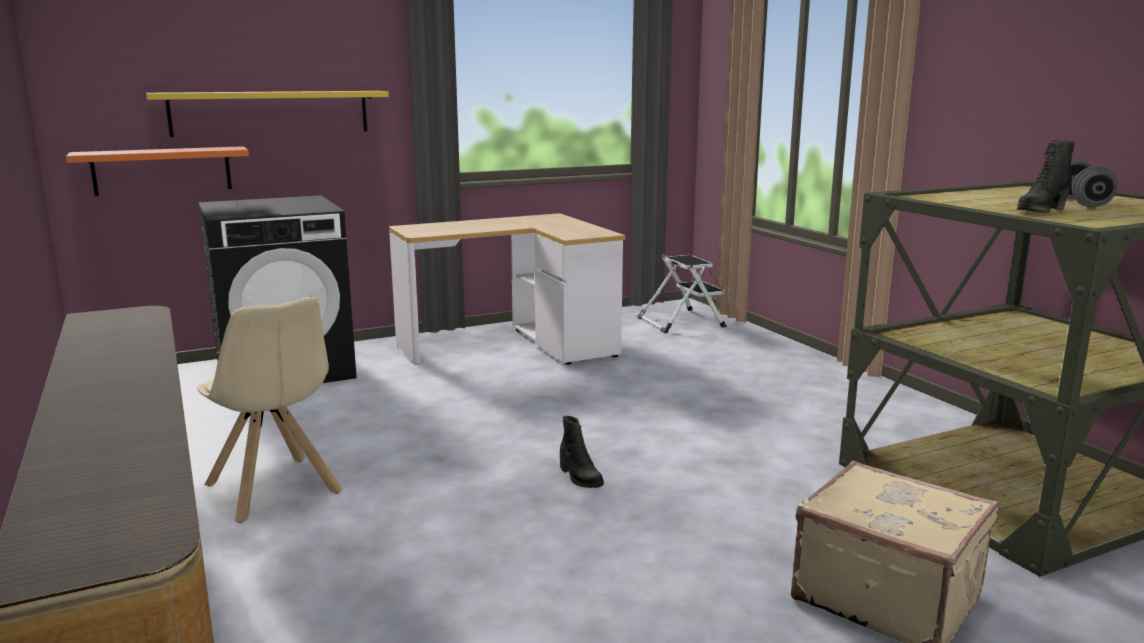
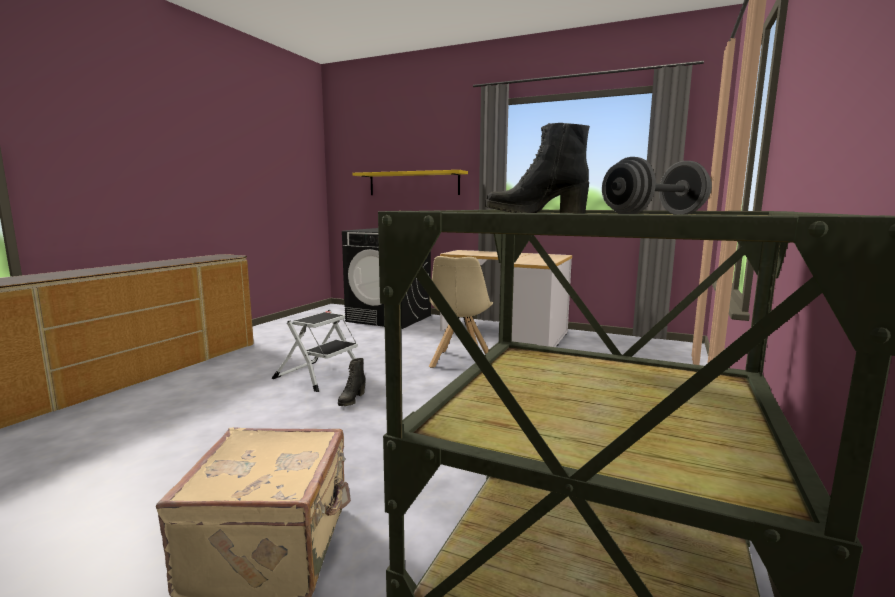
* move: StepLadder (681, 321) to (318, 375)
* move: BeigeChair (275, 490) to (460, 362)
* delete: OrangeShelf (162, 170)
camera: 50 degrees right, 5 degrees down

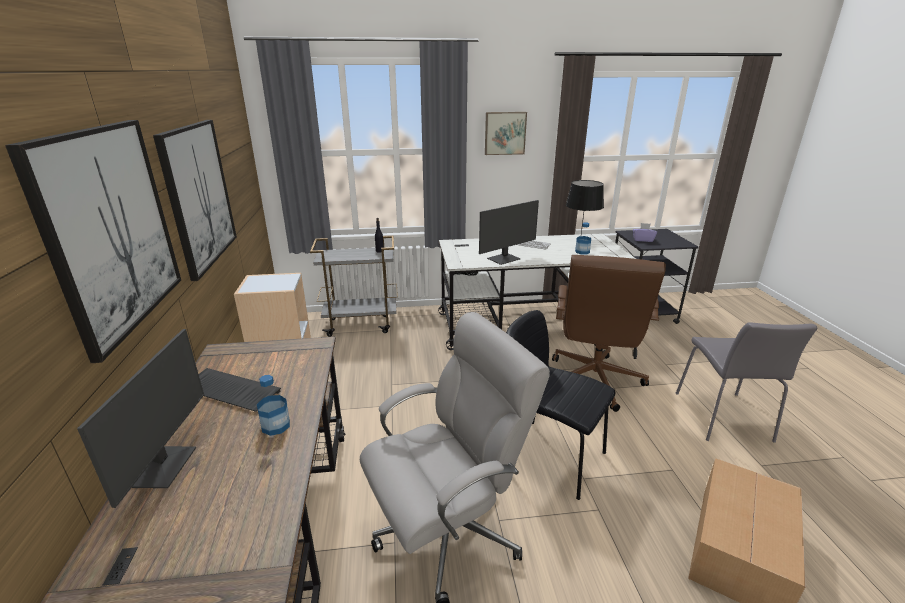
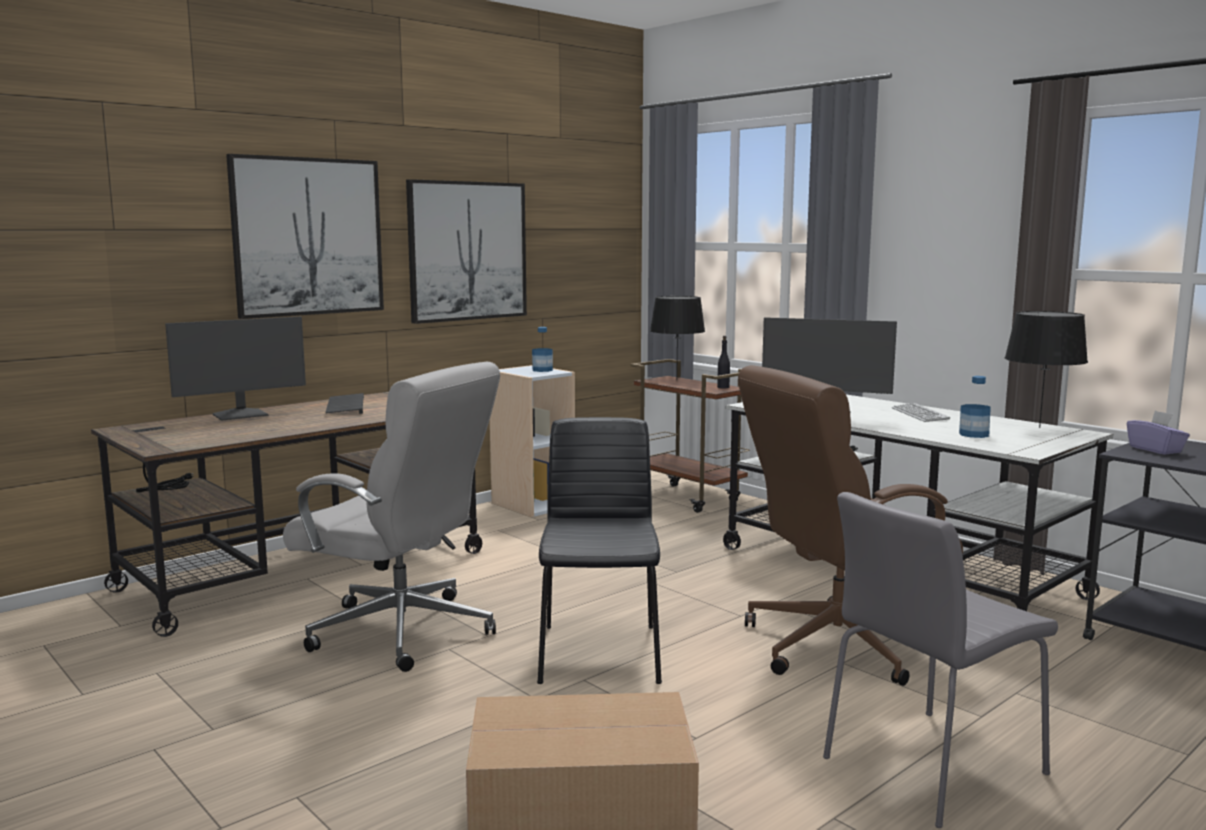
* move: Bottle (276, 426) to (542, 370)
* recolor: GreyCart (362, 325) to BrownCart (688, 499)
* insert: BlackTableLamp (676, 380)
* delete: Picture (504, 133)
camera: 55 degrees right, 15 degrees down

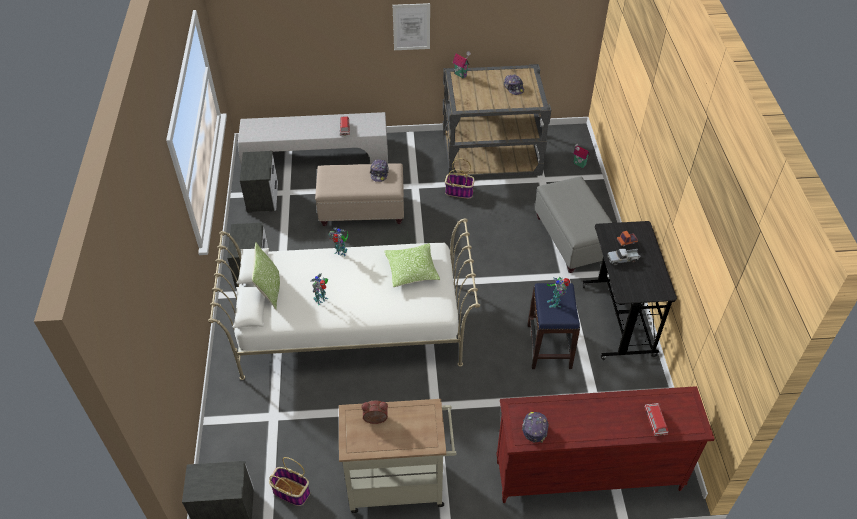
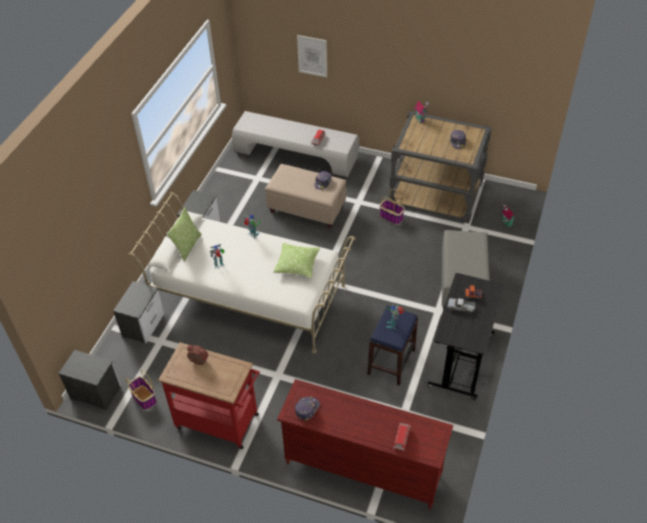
* move: Nightstand (263, 197) to (144, 324)
* recolor: BeigeCart (399, 485) to RedCart (220, 422)
* move: Picture (411, 27) to (312, 56)
camera: 25 degrees right, 0 degrees up

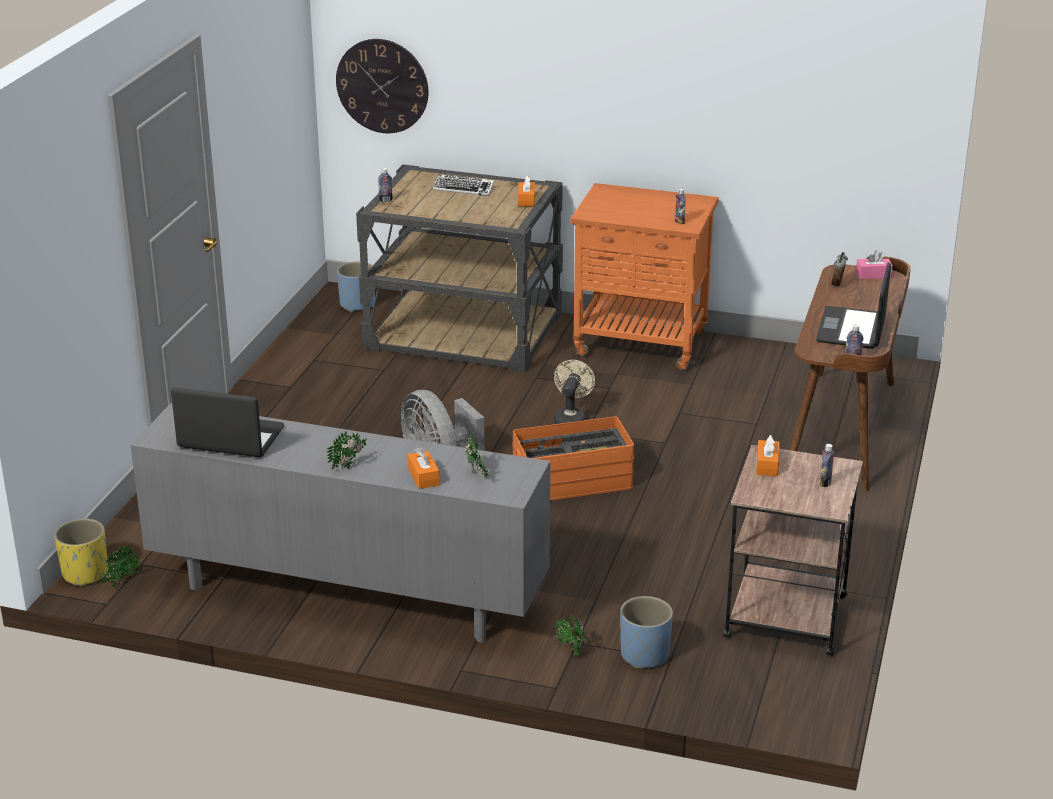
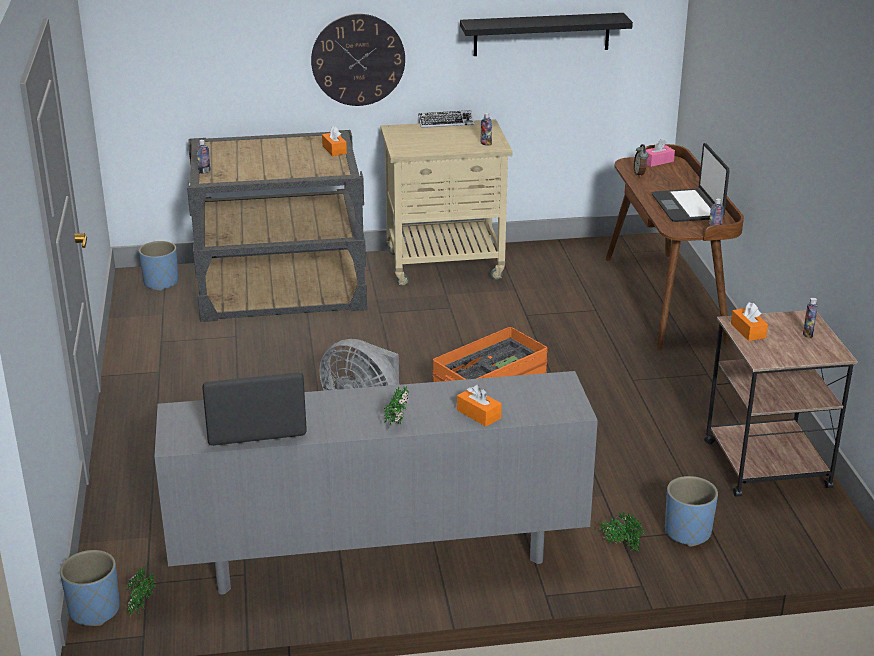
* recolor: YellowPlanter (85, 573) to BluePlanter (94, 610)
* move: WallClock (382, 86) to (358, 60)
* recolor: OrangeCart (641, 345) to BeigeCart (445, 266)
* move: Keyboard (463, 189) to (446, 123)
* insert: BlackShelf (541, 34)
* delete: PottedPlant (477, 474)
* delete: BeigeFan (571, 419)
camera: 25 degrees left, 0 degrees up

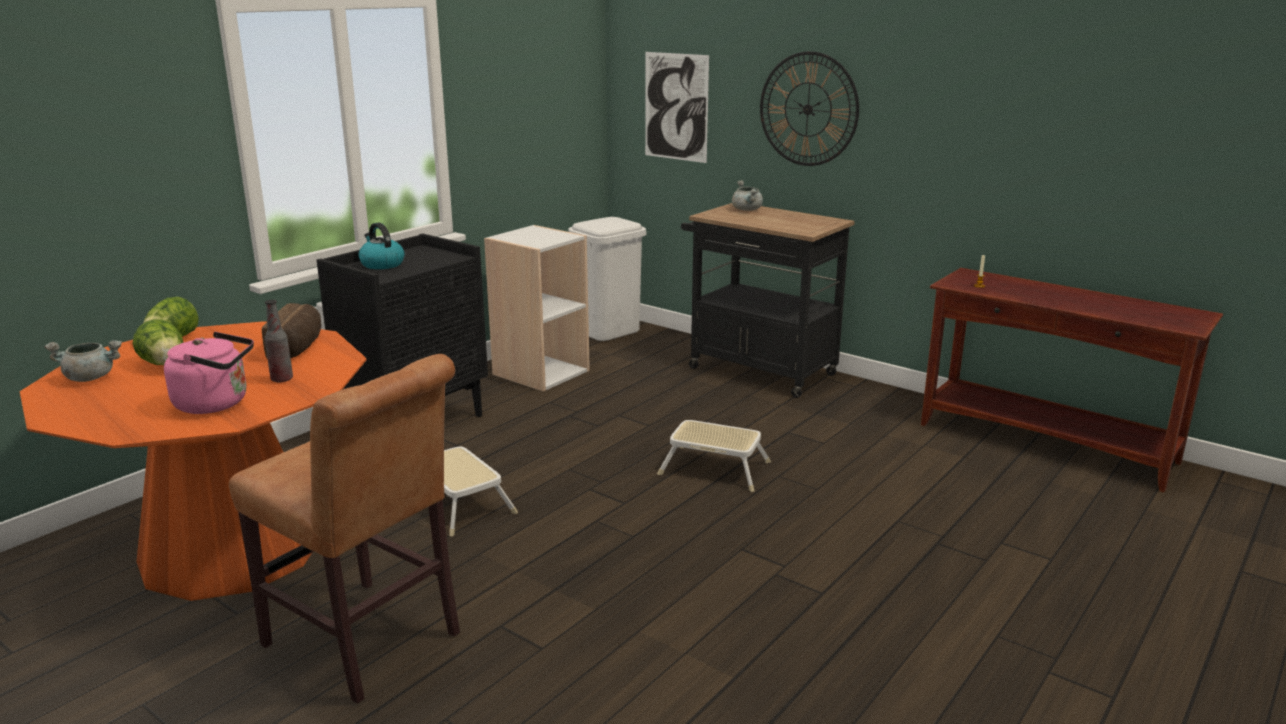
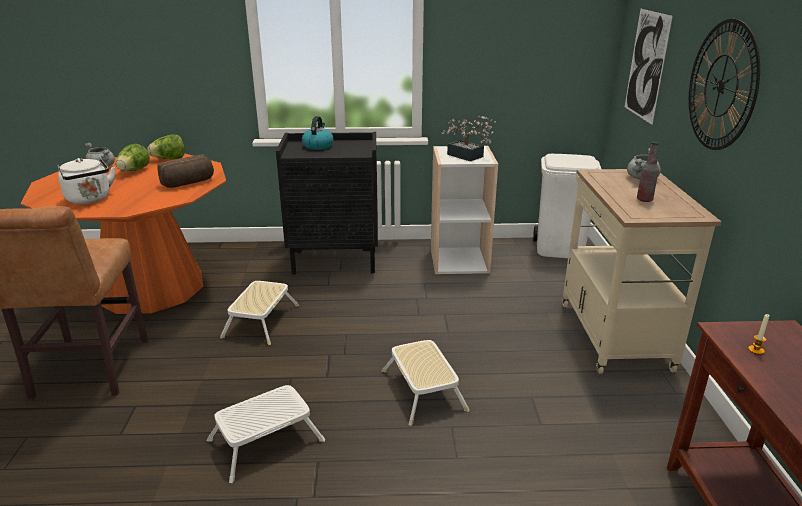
* recolor: PinkKettle (216, 403) to WhiteKettle (90, 199)
* insert: WhiteStepLadder (266, 440)
* insert: PottedPlant (468, 156)
* recolor: BlackCart (758, 370) to BeigeCart (612, 333)
* move: Bottle (282, 379) to (644, 200)
camera: 50 degrees right, 5 degrees up

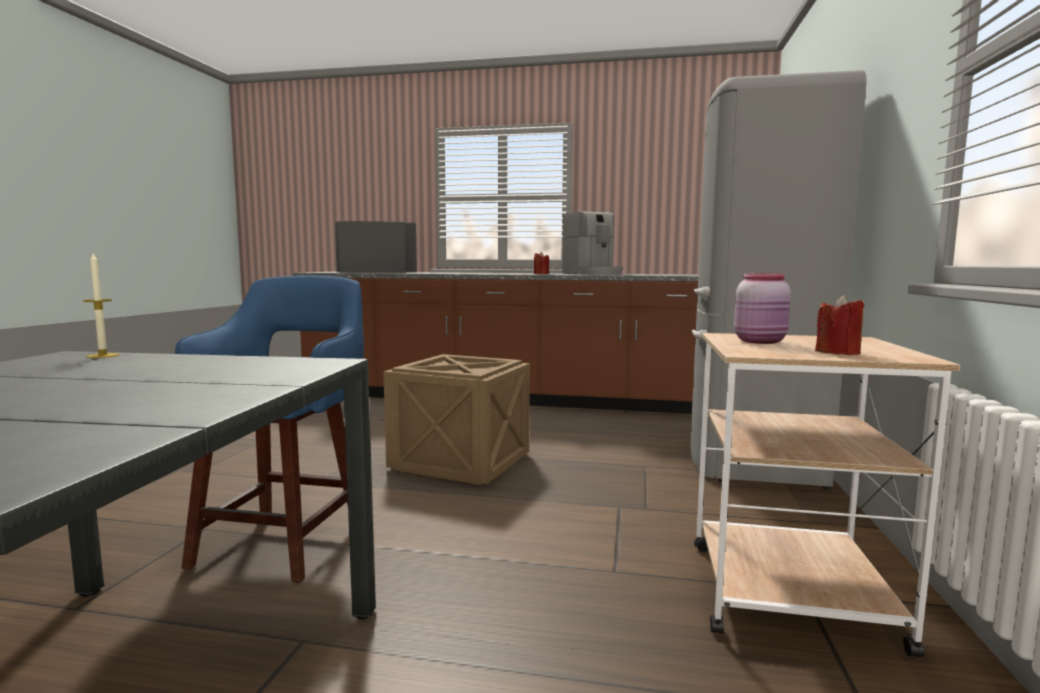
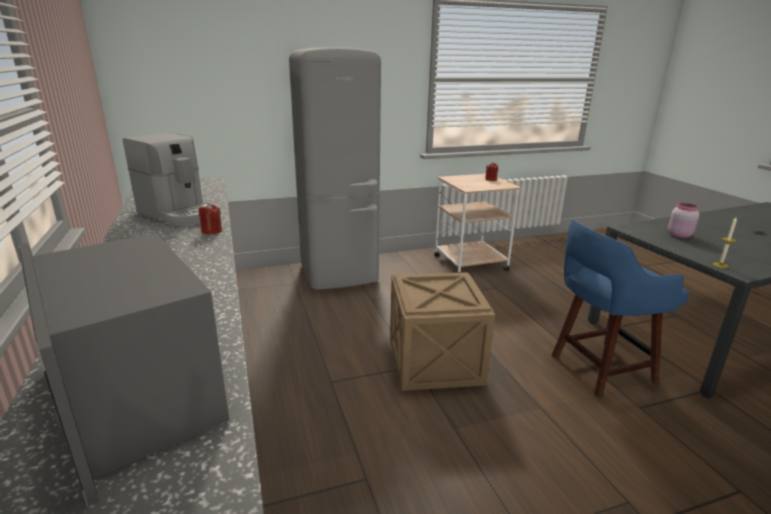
* rotate: CoffeeMachine (593, 274) = (179, 214) 90 degrees clockwise
* move: PinkJar (761, 341) to (679, 235)
camera: 120 degrees left, 15 degrees up

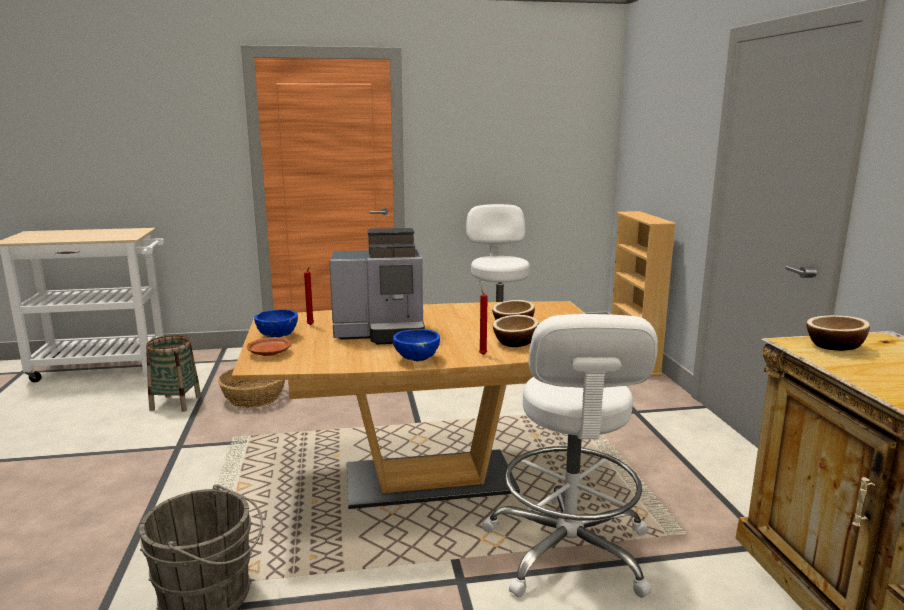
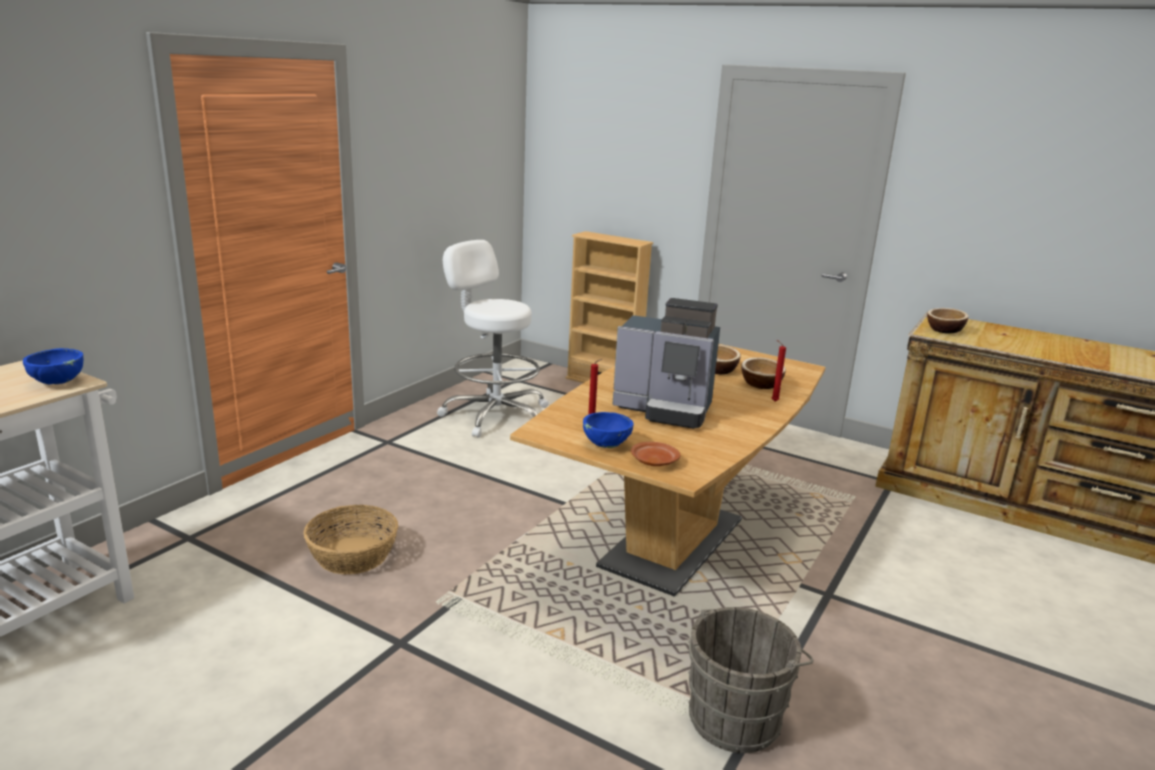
* move: BlueBowl (416, 359) to (57, 383)
* rotate: CoffeeMachine (382, 333) = (665, 409) 75 degrees clockwise
* delete: Basket (176, 403)
* delete: WhiteStool (568, 552)
camera: 50 degrees left, 5 degrees up

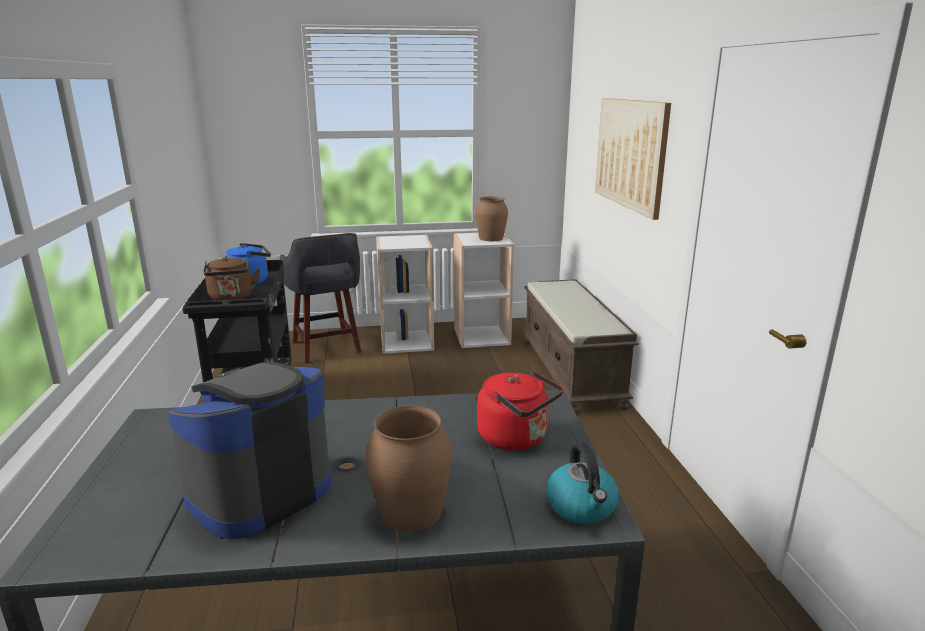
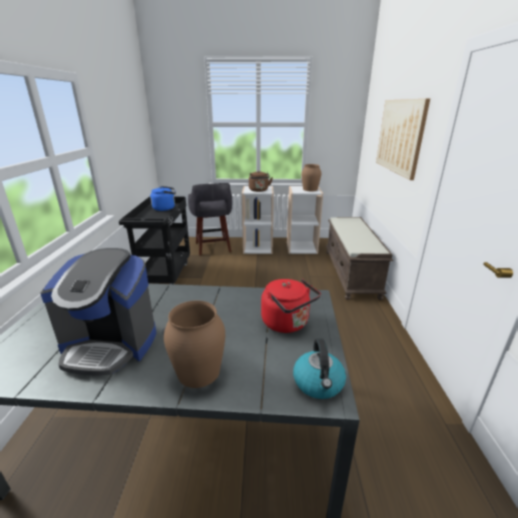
* rotate: CoffeeMachine (259, 492) = (110, 344) 135 degrees counterclockwise
* move: BrownKettle (232, 298) to (259, 190)
camera: 10 degrees right, 5 degrees up

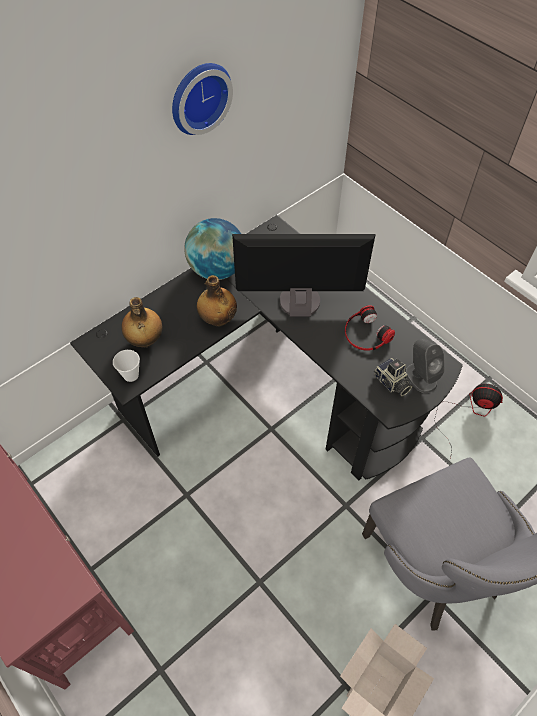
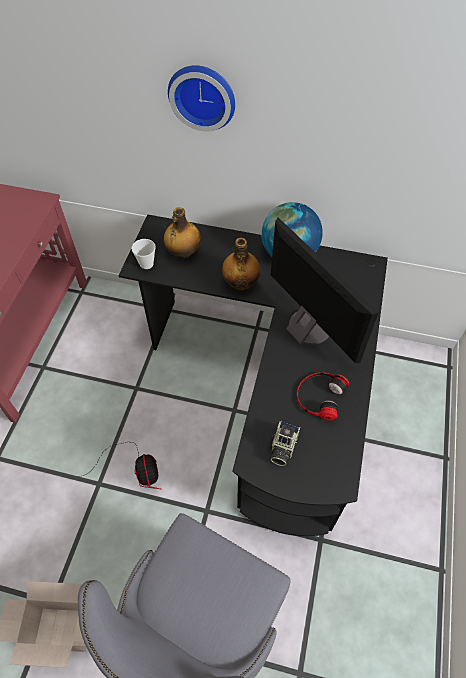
* move: Fan (468, 412) to (136, 470)
* move: WallClock (198, 97) to (203, 95)
* delete: GreySpeaker (420, 377)
camera: 55 degrees right, 0 degrees up

